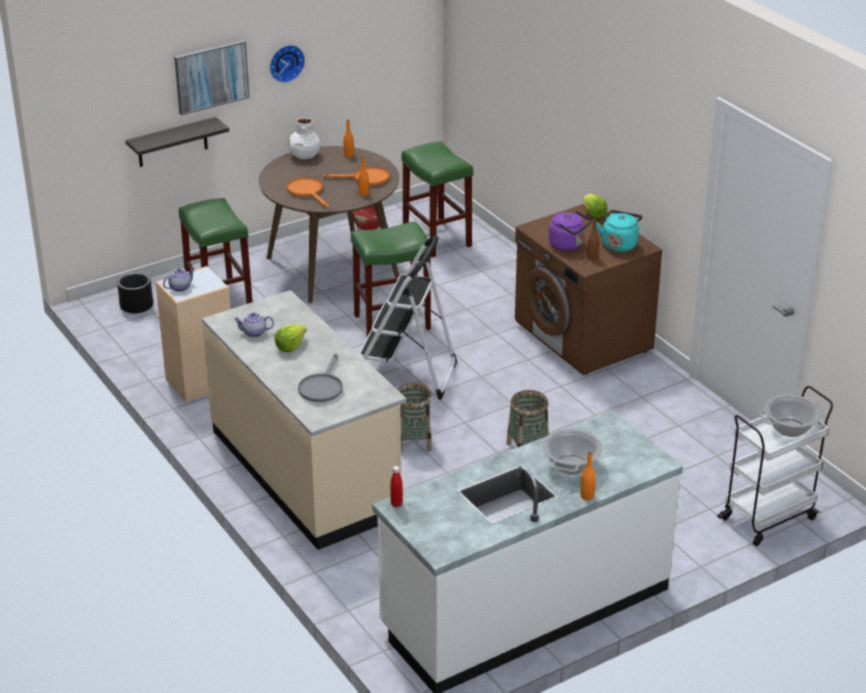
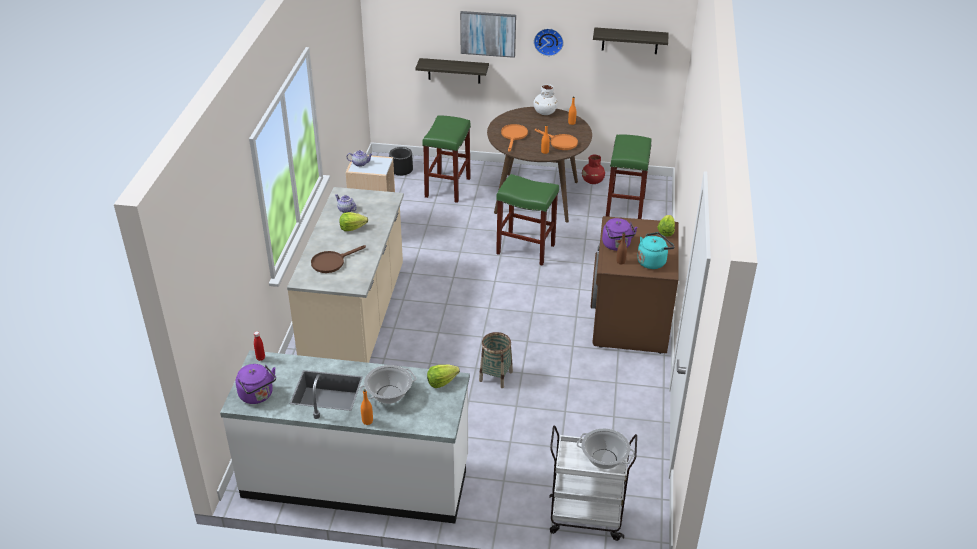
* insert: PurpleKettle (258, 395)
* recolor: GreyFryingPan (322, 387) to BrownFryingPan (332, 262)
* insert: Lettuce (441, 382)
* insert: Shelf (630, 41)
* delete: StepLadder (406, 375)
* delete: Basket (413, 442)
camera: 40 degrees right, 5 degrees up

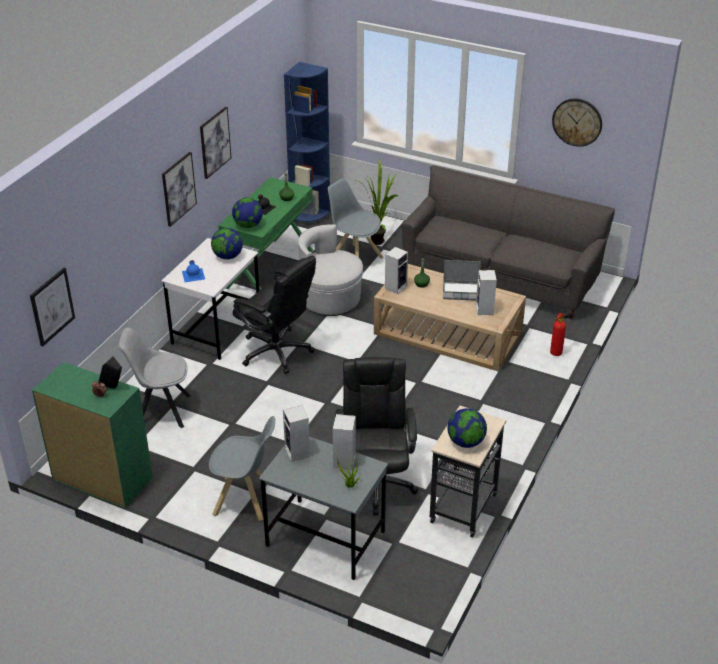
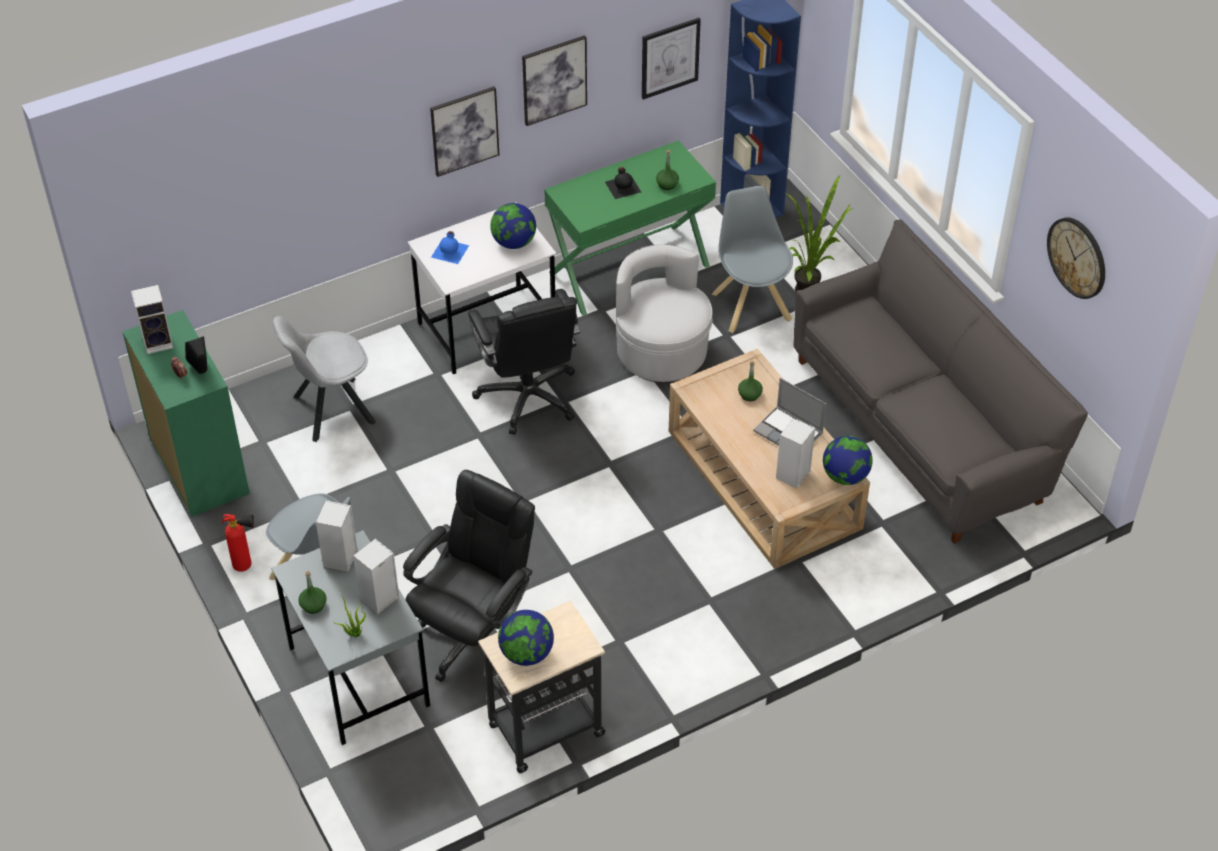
* move: Speaker (396, 286) to (159, 342)
* move: FireExtinguisher (558, 352) to (247, 565)
* rotate: GreyChair (161, 410) = (331, 410) 60 degrees counterclockwise
* insert: GreenBottle (313, 605)
* move: Picture (52, 306) to (670, 58)
* move: Globe (248, 225) to (845, 476)
camera: 35 degrees right, 10 degrees up

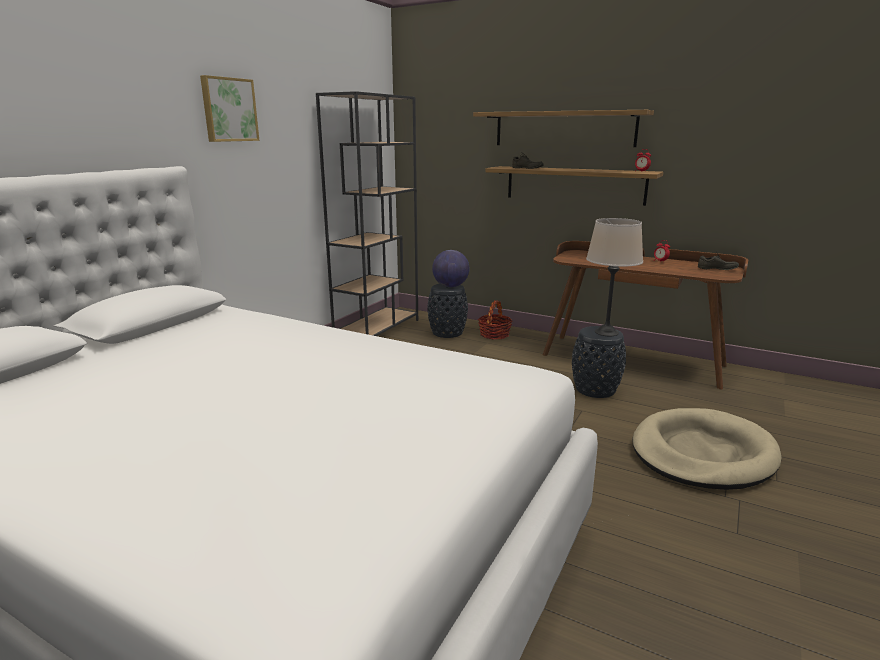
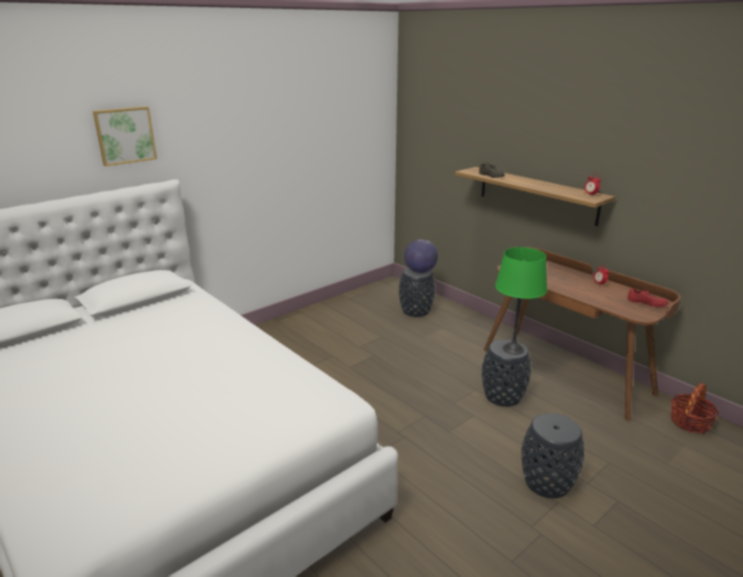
* move: Picture (228, 110) to (125, 135)
* recolor: BeigeTableLamp (606, 332) to GreenTableLamp (513, 349)
* replace: BeigeDogBed (702, 453) to BlackStool (546, 482)
* recolor: GreyShoe (717, 269) to RedShoe (646, 304)
* move: Basket (494, 334) to (690, 422)
* delete: Bookcase (377, 329)
* delete: Shelf (564, 129)
camera: 20 degrees right, 5 degrees up

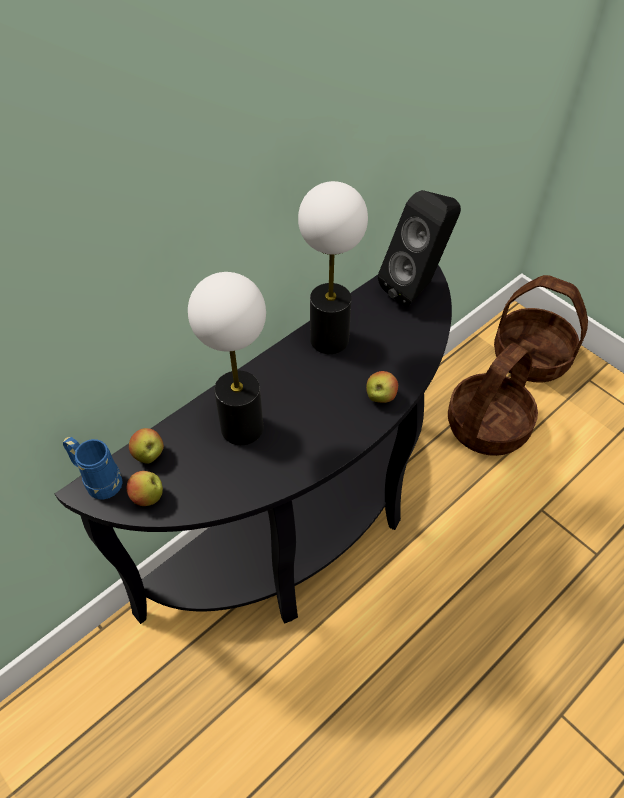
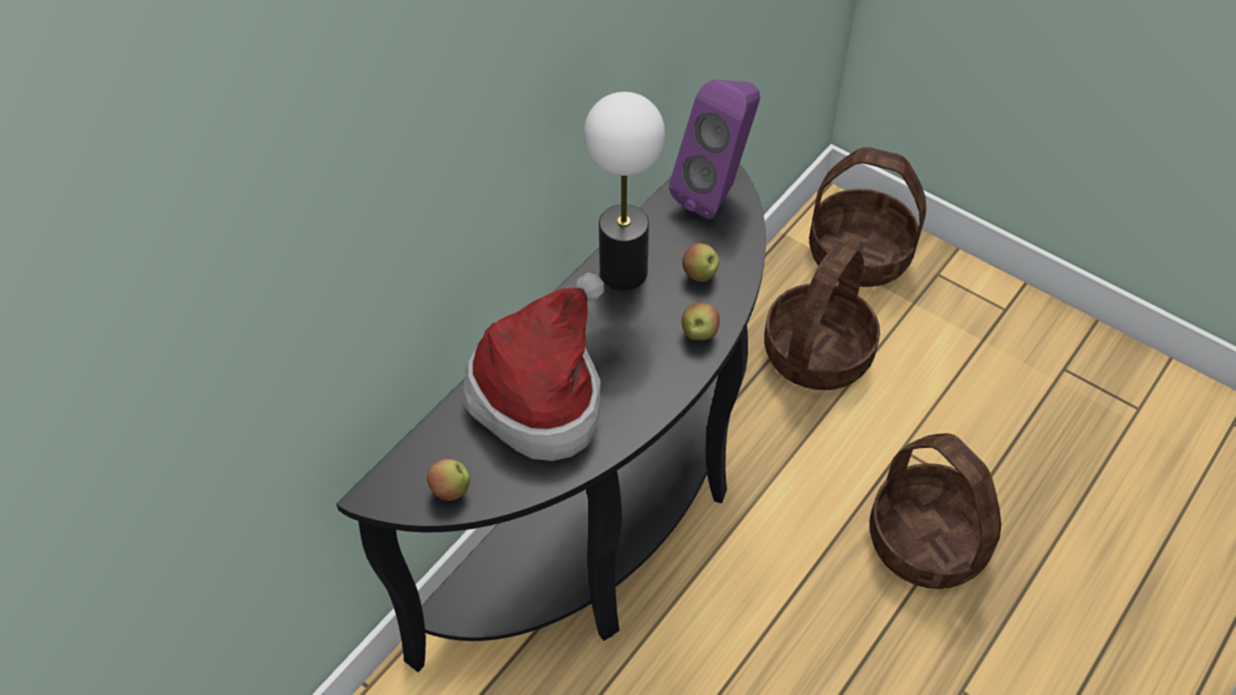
* replace: TableLamp (242, 427) to Hat (542, 393)
* recolor: BlackSpeaker (416, 287) to PurpleSpeaker (716, 193)
* move: Apple (149, 455) to (700, 275)
* insert: Basket (928, 540)
* delete: BlueMug (98, 481)
camera: 10 degrees left, 0 degrees up

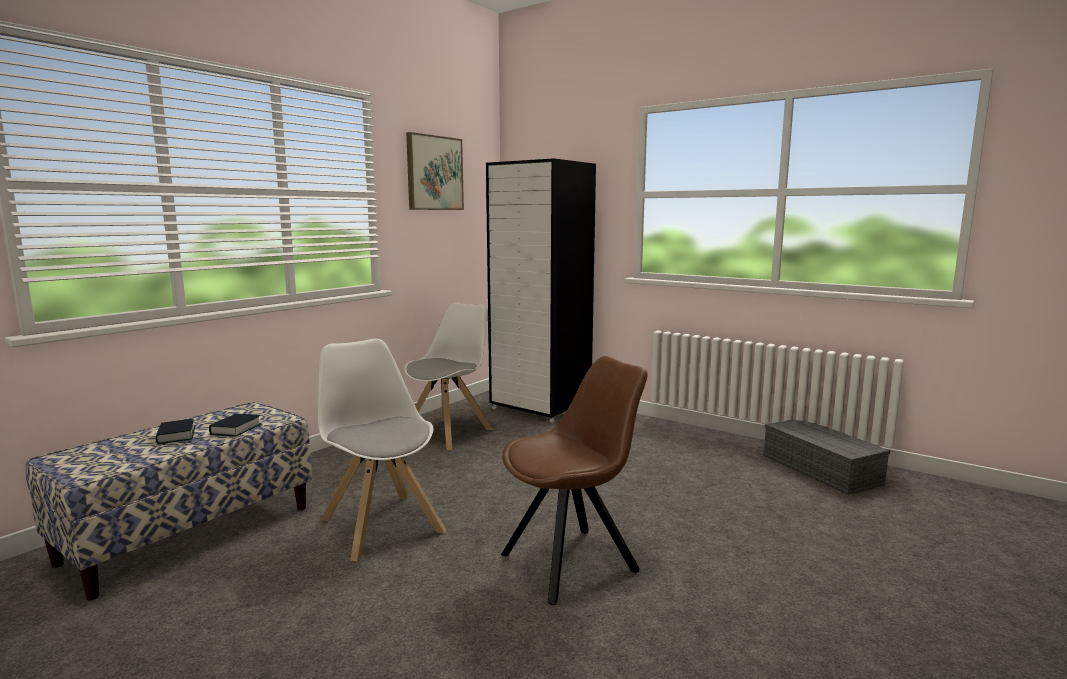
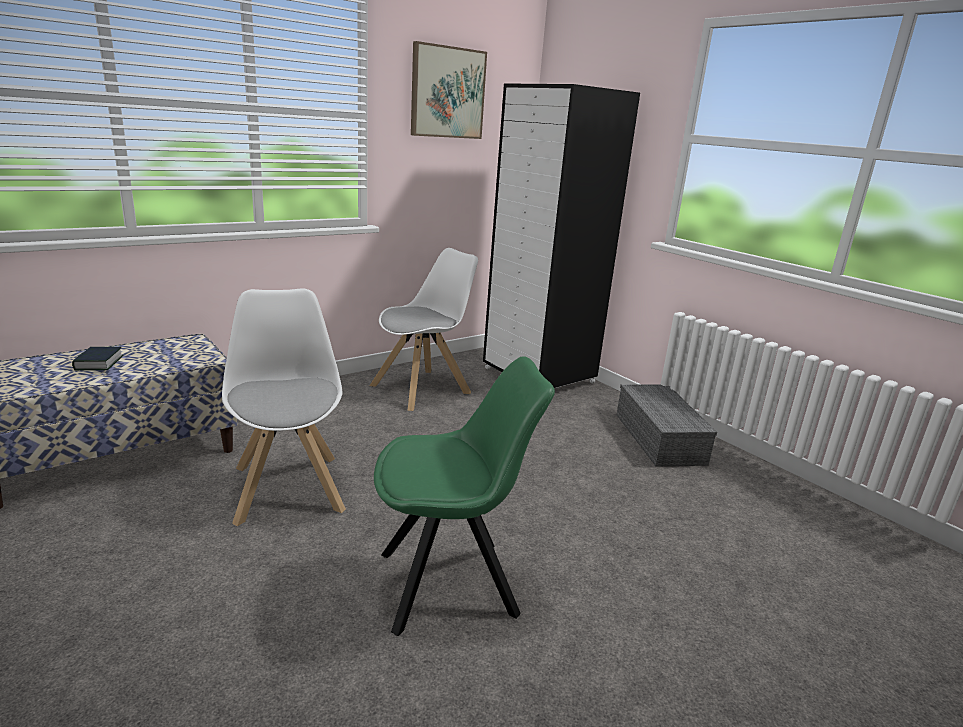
* recolor: BrownChair (570, 563) to GreenChair (449, 585)
* move: GreyStorageBox (823, 469) to (661, 439)
* delete: Book (235, 429)
camera: 15 degrees right, 10 degrees up

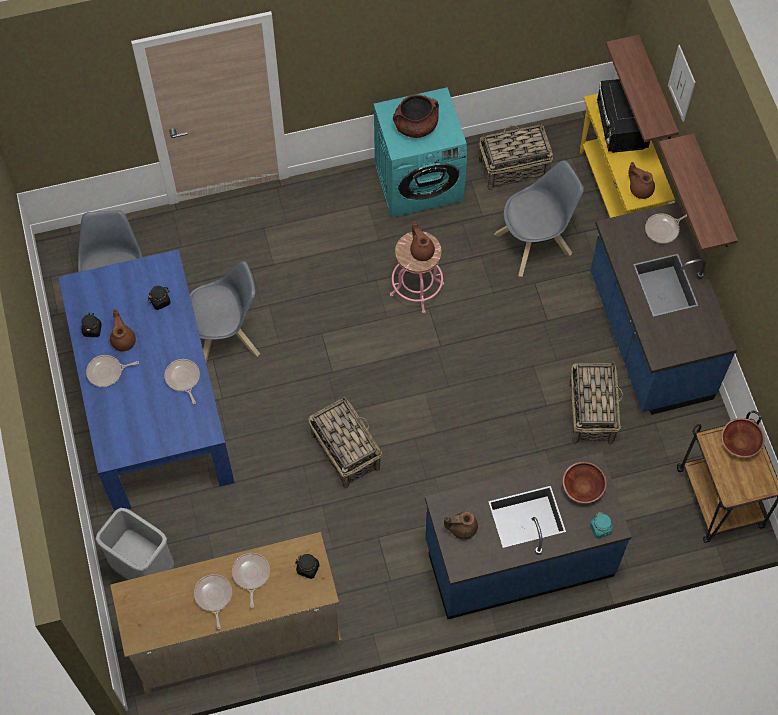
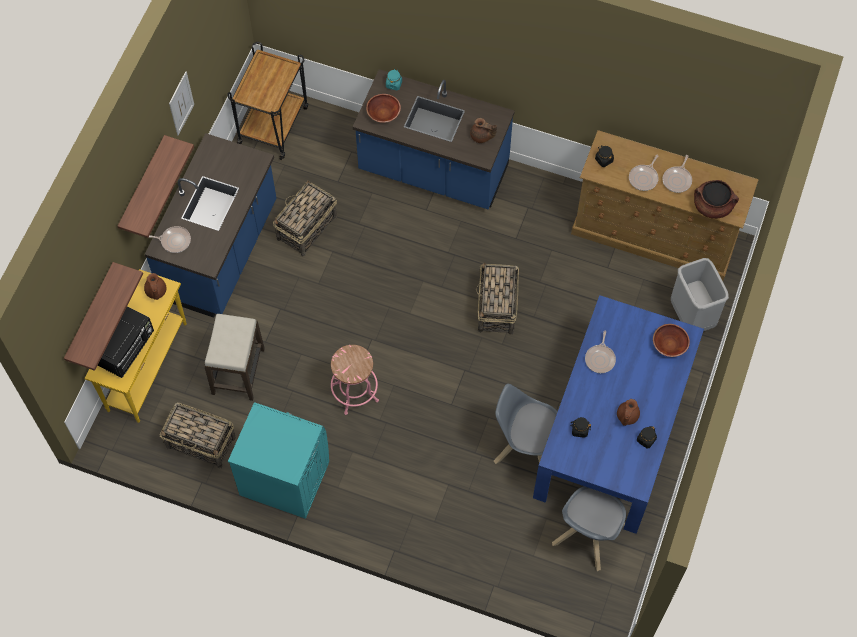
* move: Picture (682, 83) to (181, 103)
* replace: GreyChair (535, 243) to Stool (238, 371)
* move: BrownBowl (740, 442) to (669, 345)
* move: BrownCookingPot (415, 126) to (712, 206)
* delete: FryingPan (107, 372)
* delete: BrownTeapot (421, 250)
camera: 145 degrees left, 0 degrees up

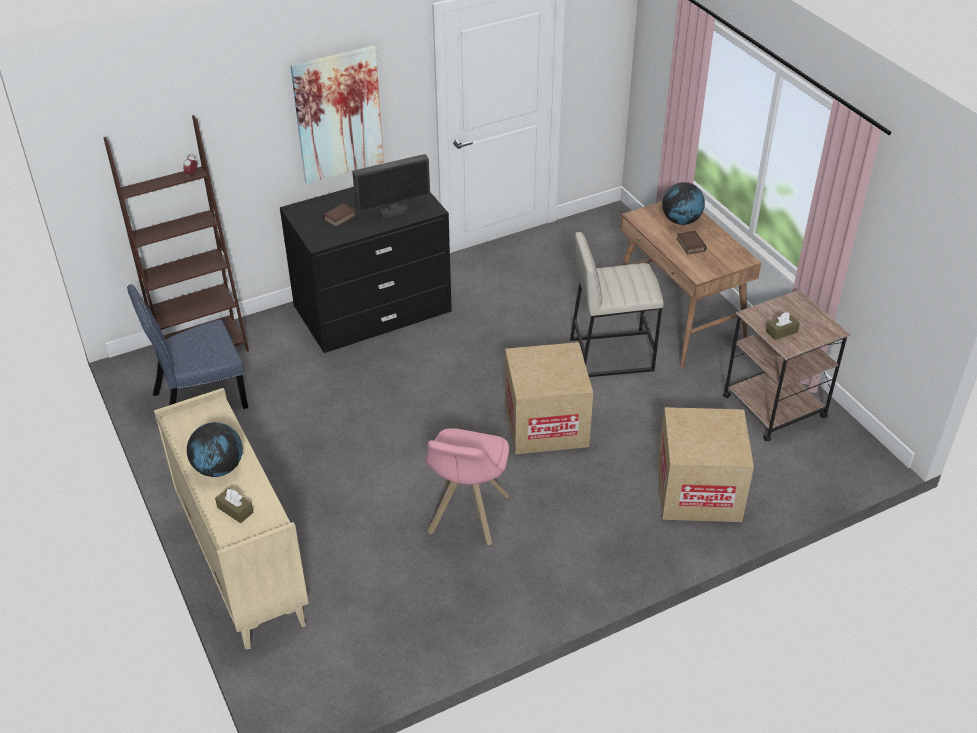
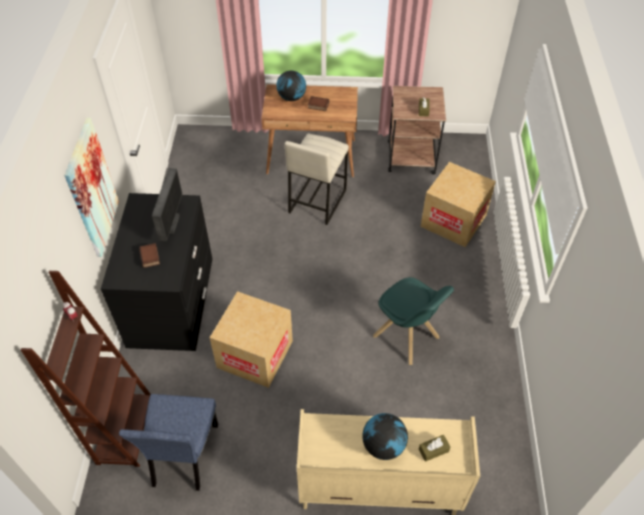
* move: CardboardBox (546, 424) to (255, 354)
* recolor: PinkChair (467, 514) to TurquoiseChair (407, 337)
camera: 60 degrees left, 10 degrees up

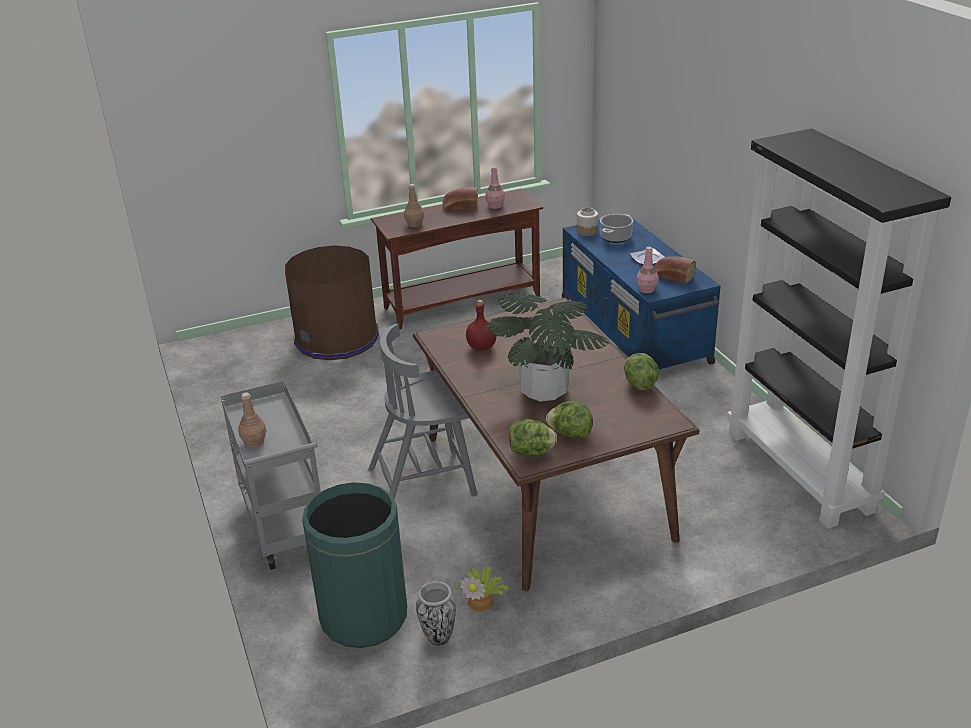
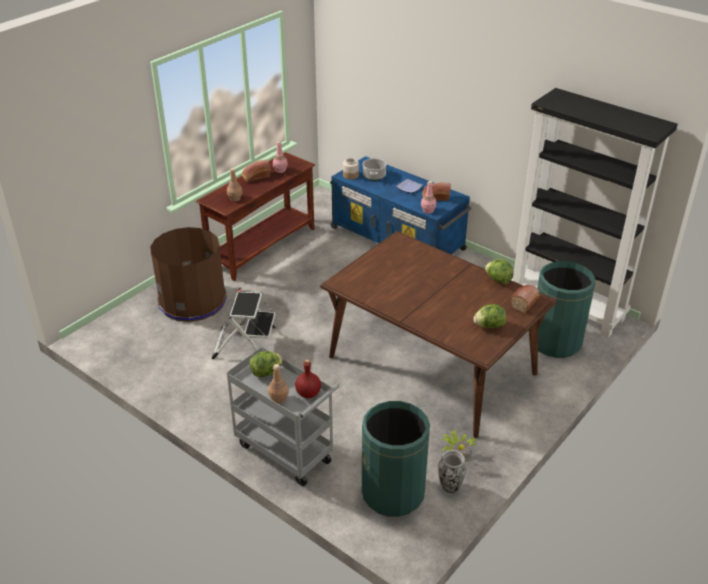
* insert: StepLadder (245, 344)
* move: Lettuce (532, 452) to (267, 372)
* move: RedBottle (482, 347) to (308, 393)
* insert: Bread (525, 302)
* insert: GreenTrashCan (555, 342)
* delete: GreyChair (424, 481)
* delete: PottedPlant (544, 391)
camera: 30 degrees left, 5 degrees up

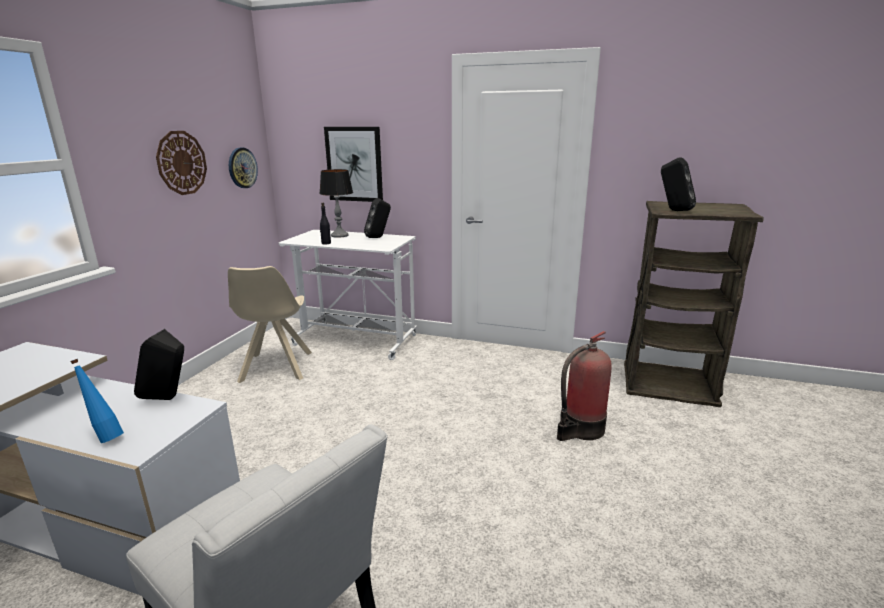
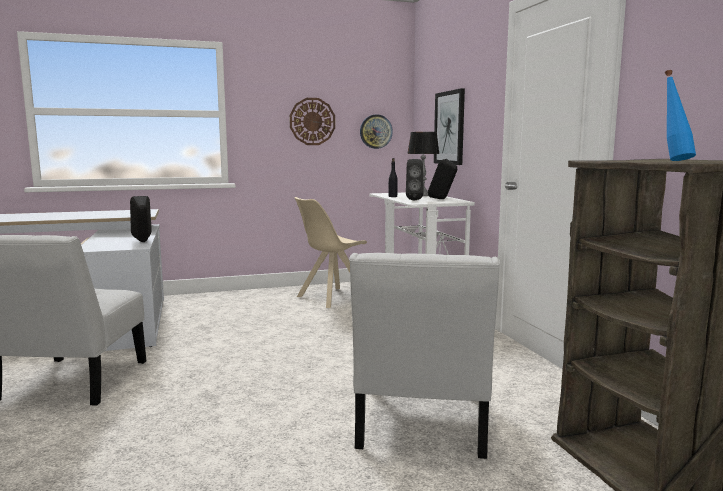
* replace: FireExtinguisher (581, 429) to WhiteChair (420, 427)
* move: BlackSpeaker (674, 210) to (414, 200)
* move: BlueBottle (106, 437) to (673, 161)
camera: 55 degrees right, 10 degrees down

